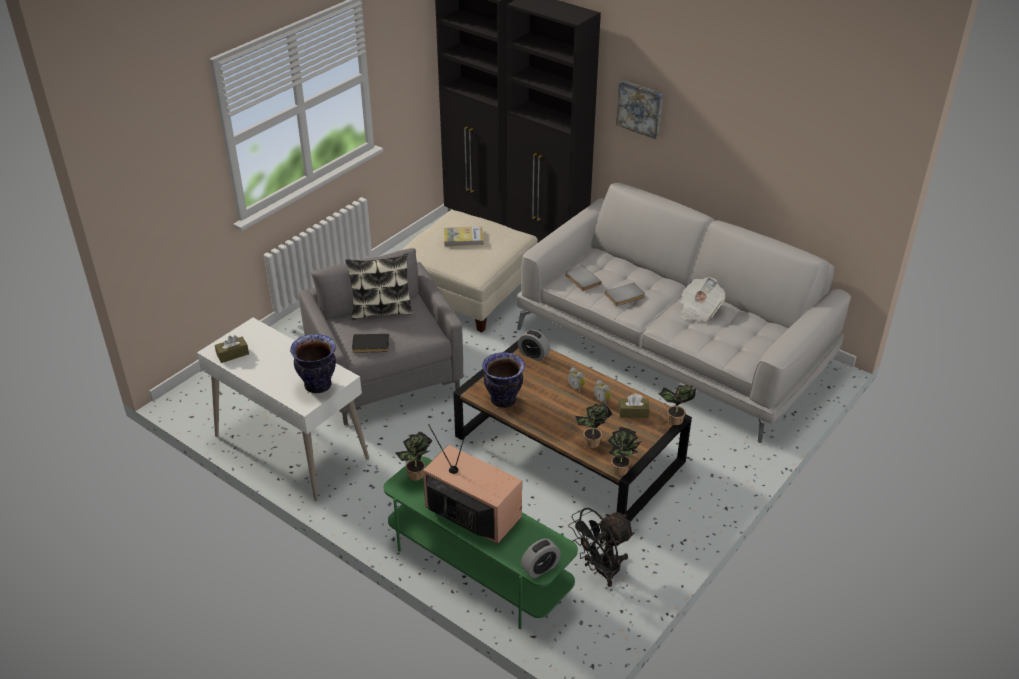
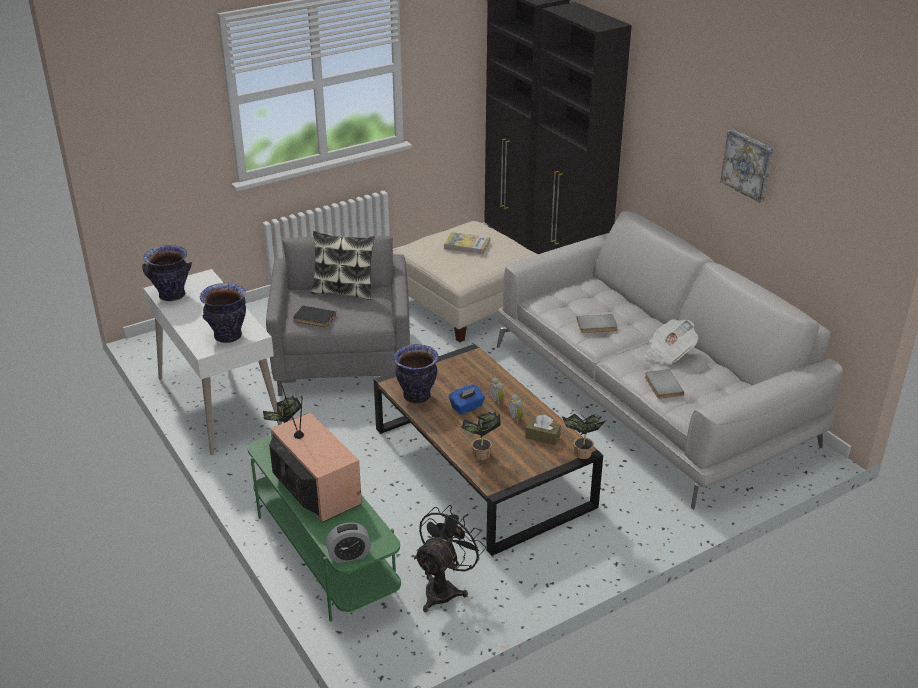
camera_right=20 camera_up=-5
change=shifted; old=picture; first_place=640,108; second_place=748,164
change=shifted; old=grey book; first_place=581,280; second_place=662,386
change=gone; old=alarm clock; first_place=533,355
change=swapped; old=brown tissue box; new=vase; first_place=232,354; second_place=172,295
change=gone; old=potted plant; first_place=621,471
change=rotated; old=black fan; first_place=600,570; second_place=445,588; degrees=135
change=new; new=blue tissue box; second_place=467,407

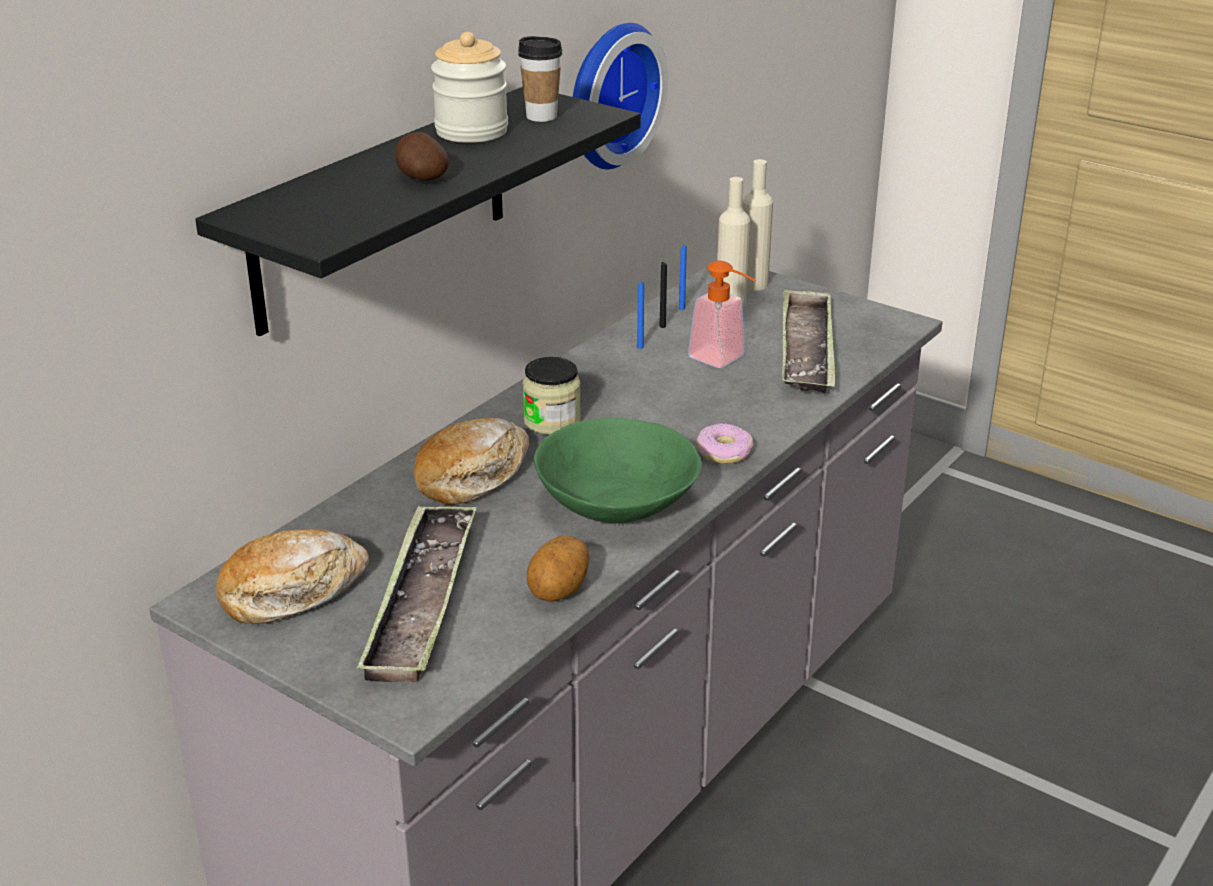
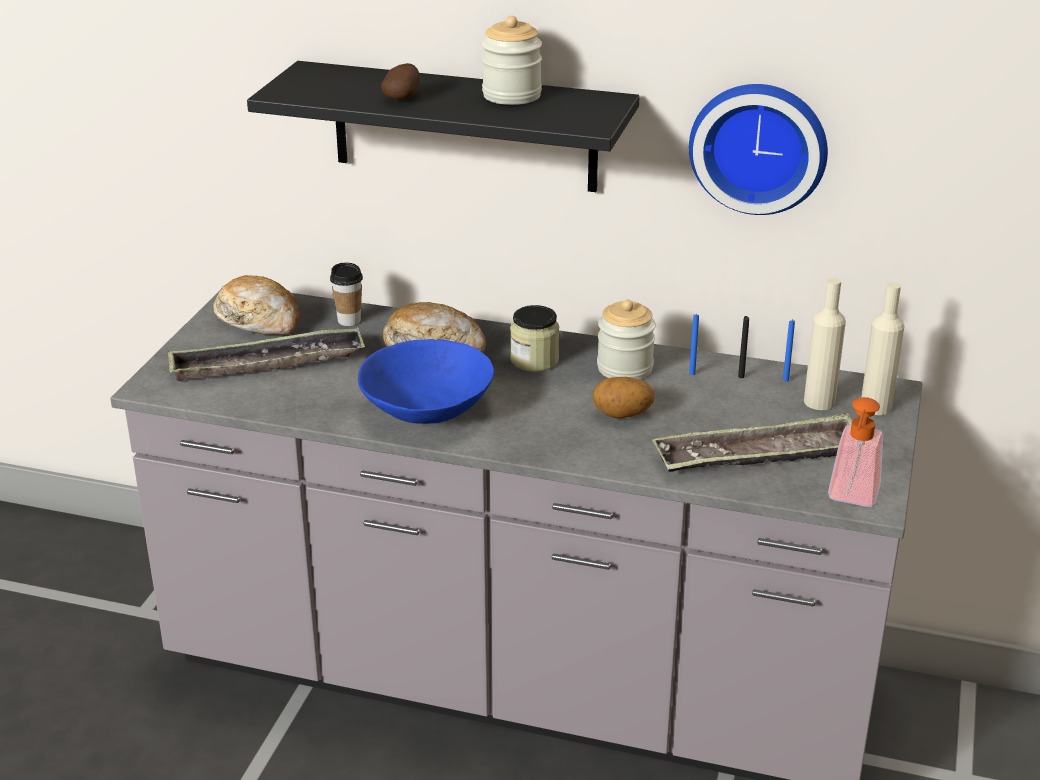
camera_right=70 camera_up=0
change=shifted; old=cup; first_place=541,116; second_place=349,320
change=shifted; old=soap dispenser; first_place=724,360; second_place=851,498
change=repainted; old=green bowl; new=blue bowl; first_place=617,504; second_place=427,410
change=gone; old=donut; first_place=724,452
change=shifted; old=potato; first_place=559,591; second_place=622,415
change=new; new=jar; second_place=624,368

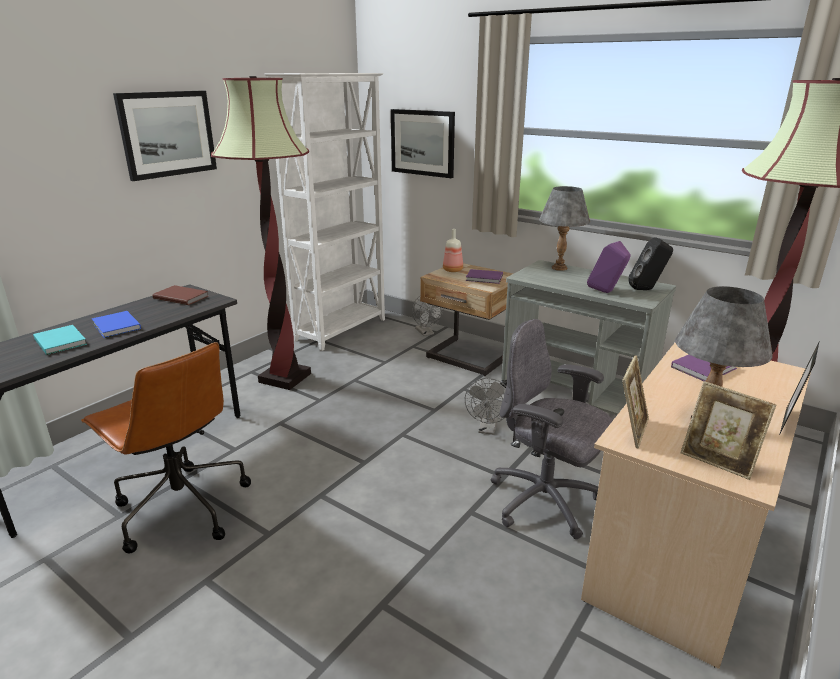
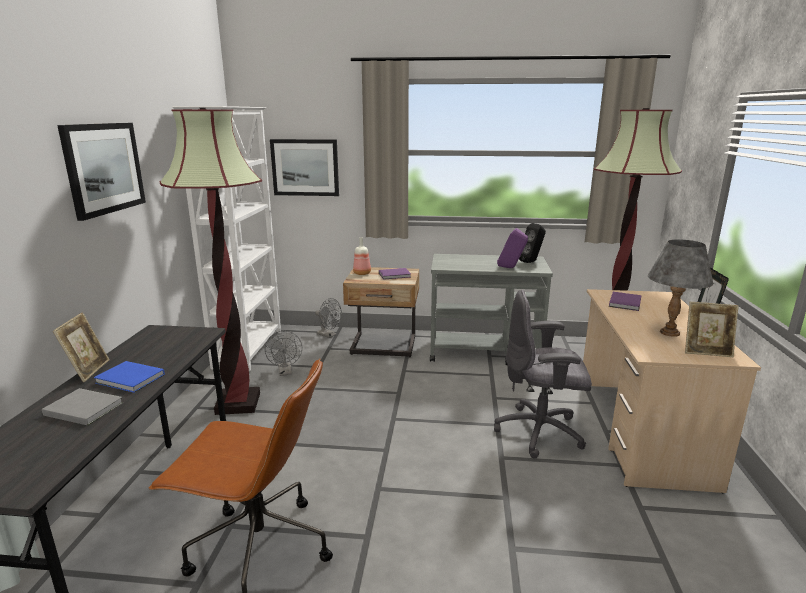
camera_right=-30 camera_up=-5
change=gone; old=grey table lamp; first_place=559,268
change=gone; old=brown book; first_place=181,297
change=repainted; old=turquoise book; new=grey book; first_place=61,341; second_place=83,408
change=shifted; old=picture frame; first_place=631,430; second_place=88,370
change=shifted; old=grey fan; first_place=487,429; second_place=285,372

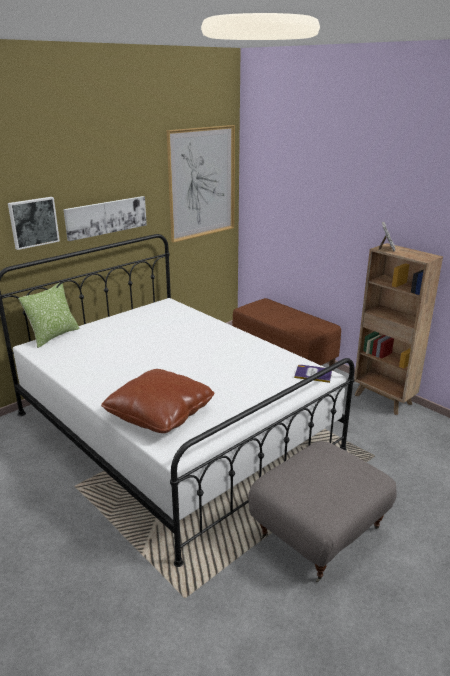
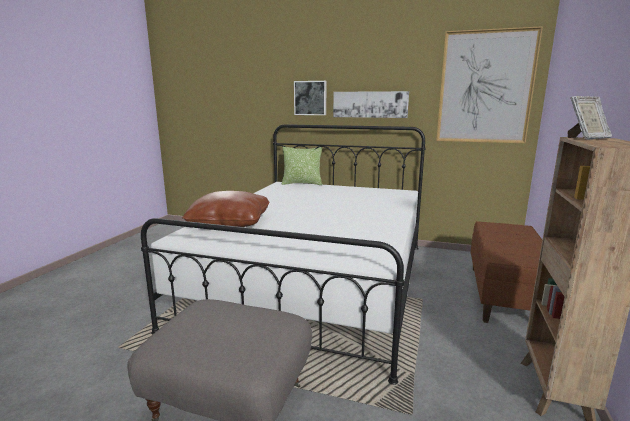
camera_right=60 camera_up=-10
change=gone; old=book; first_place=313,374

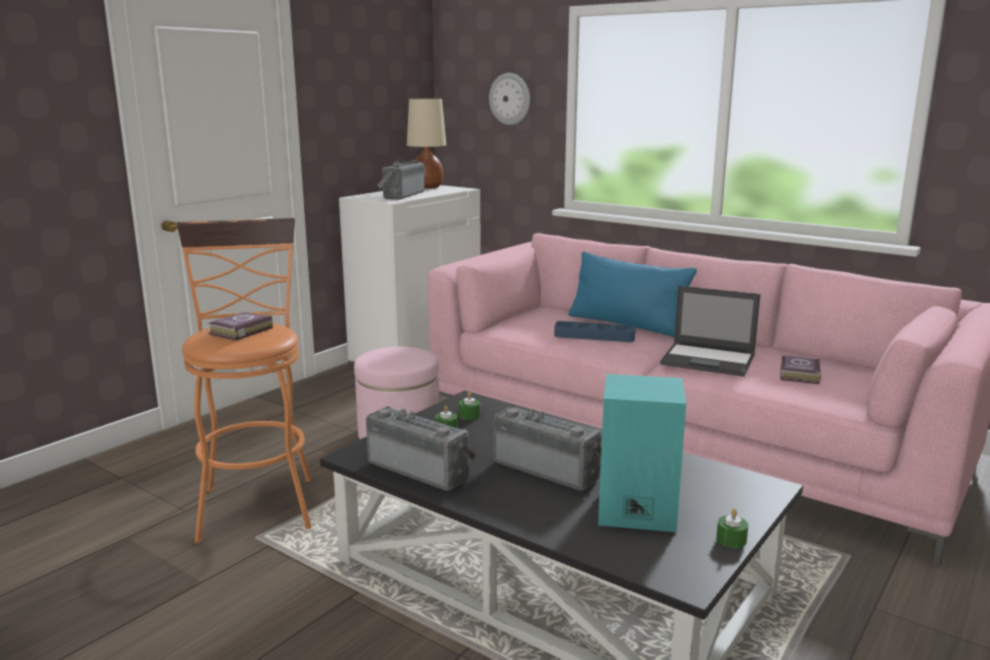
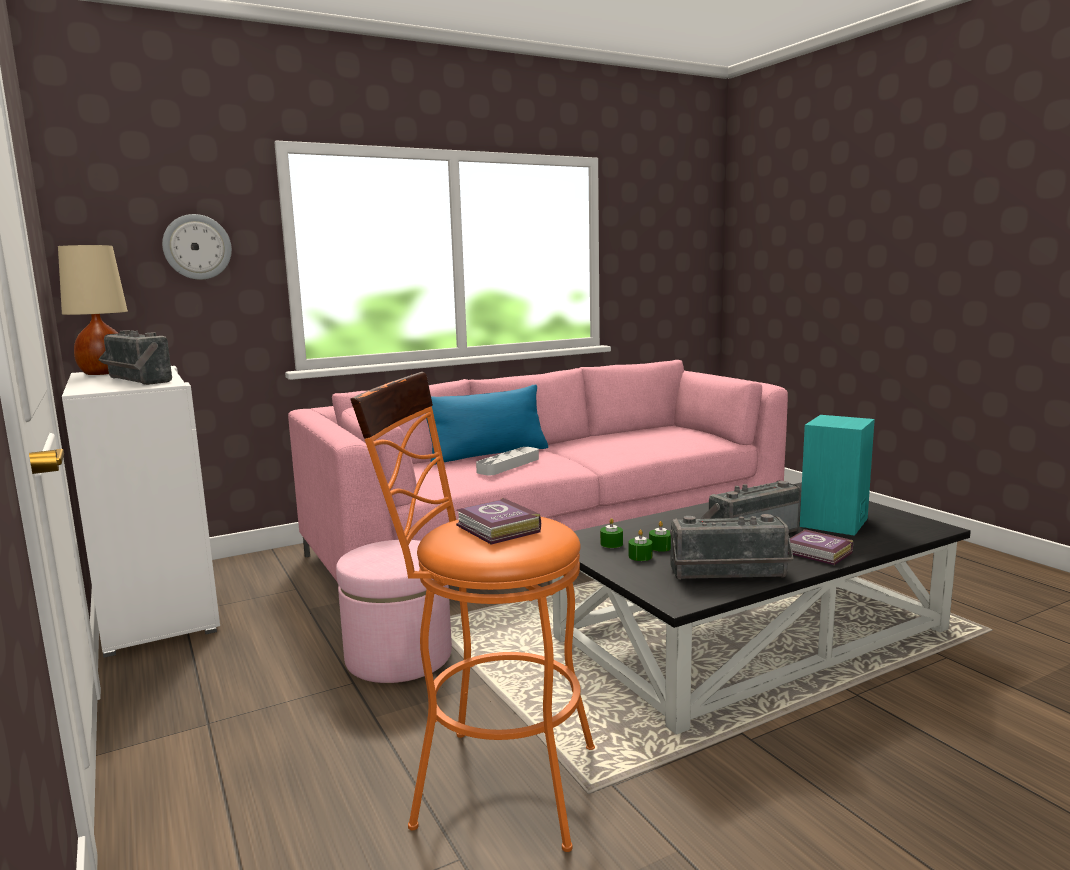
camera_right=-65 camera_up=-5
change=gone; old=laptop; first_place=709,360
change=repainted; old=blue tray; new=grey tray; first_place=594,336; second_place=508,465
change=shifted; old=book; first_place=798,374; second_place=818,553
change=rotated; old=radio; first_place=421,469; second_place=728,576; degrees=-150
change=shifted; old=green candle; first_place=731,540; second_place=660,547

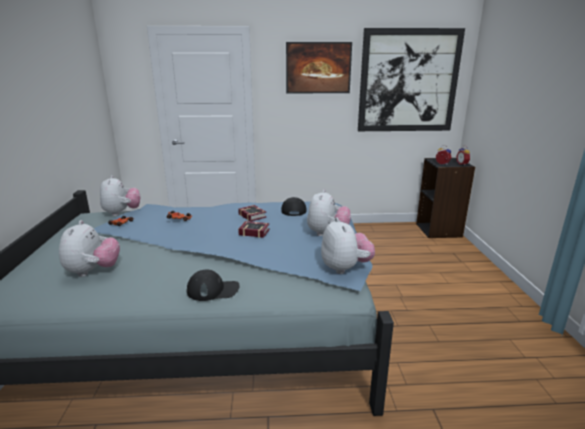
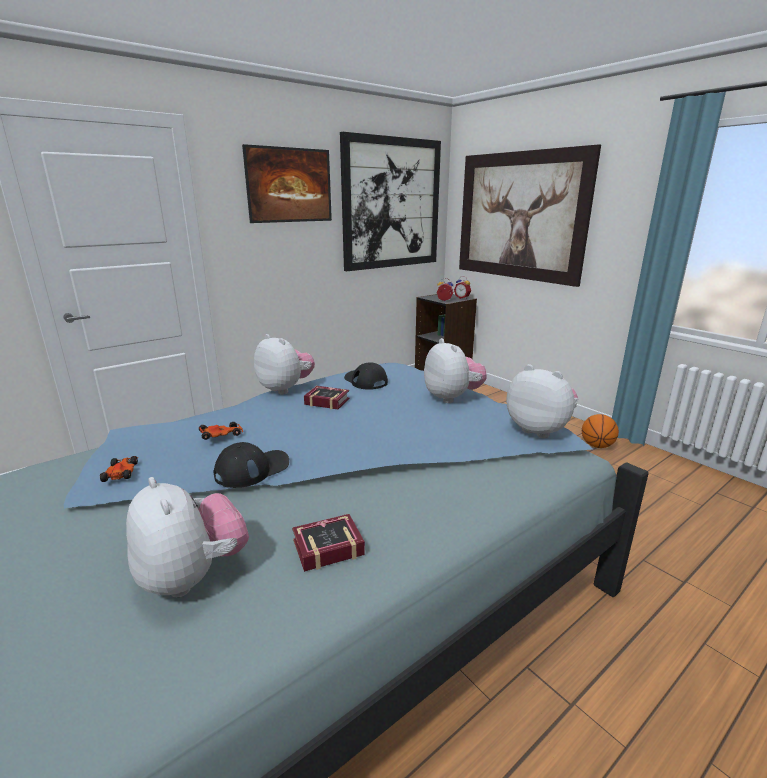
camera_right=-35 camera_up=0
change=shifted; old=plush toy; first_place=122,213; second_place=285,389
change=shifted; old=book; first_place=253,232; second_place=325,547
change=shifted; old=black cap; first_place=213,290; second_place=252,469
change=new; new=picture; second_place=520,216
change=new; new=basketball; second_place=597,446

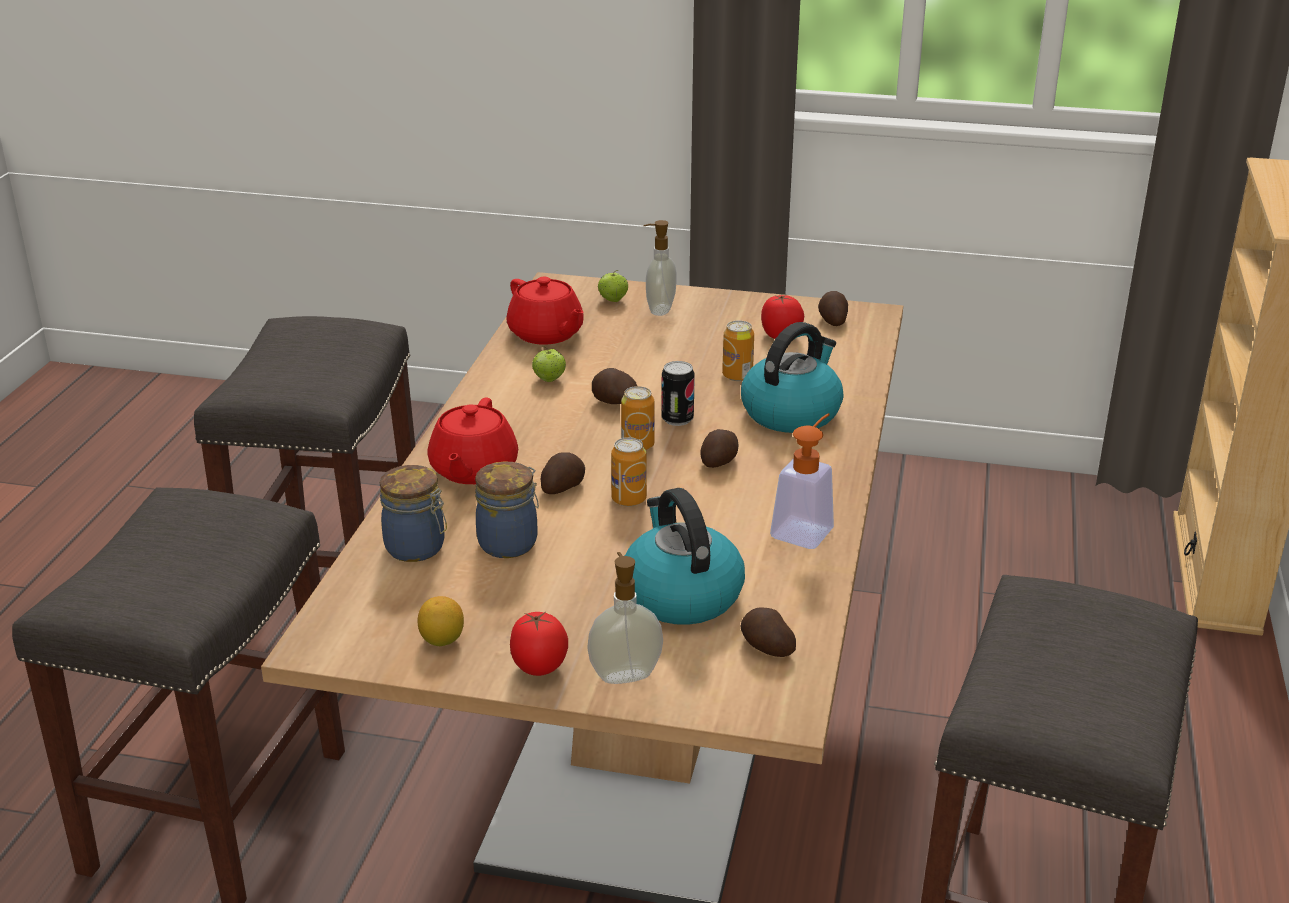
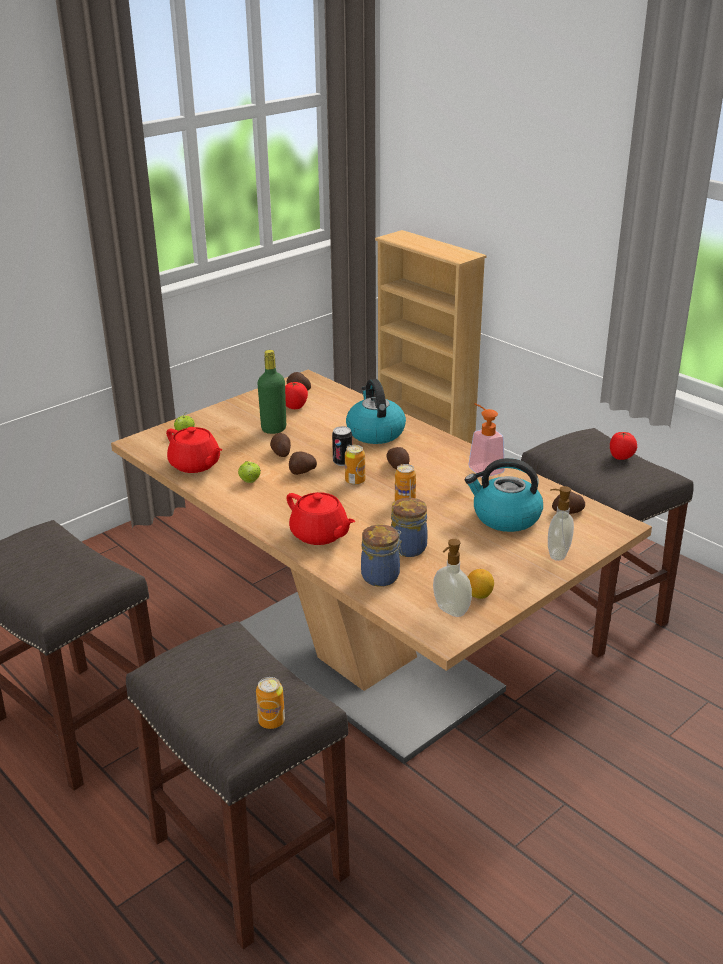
camera_right=-55 camera_up=0
change=shifted; old=soap dispenser; first_place=659,309; second_place=450,611
change=rotated; old=red teapot; first_place=546,334; second_place=195,465; degrees=45
change=shifted; old=can; first_place=737,376; second_place=271,721
change=shifted; old=potato; first_place=562,486; second_place=281,452
change=shifted; old=tomato; first_place=539,669; second_place=621,457
change=new; new=green bottle; second_place=273,429

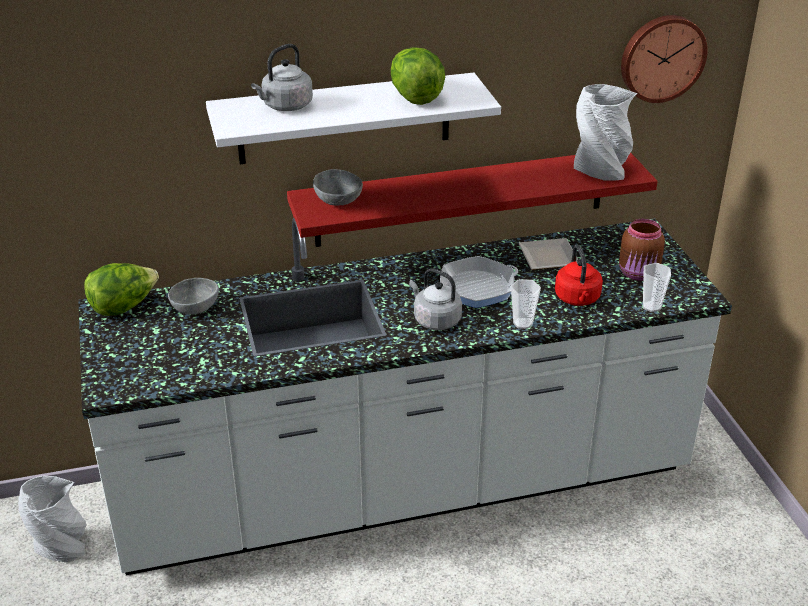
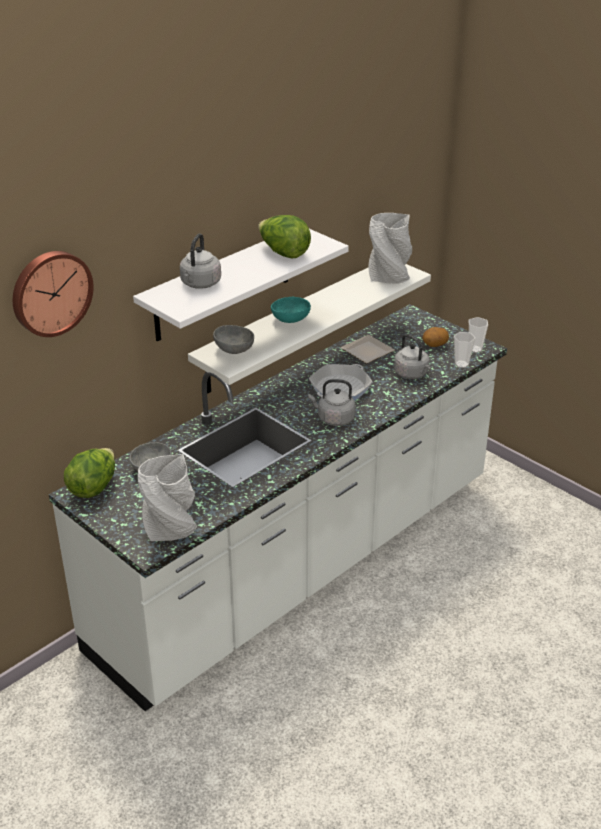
camera_right=-30 camera_up=0
change=shifted; old=wall clock; first_place=661,57; second_place=50,292
change=repainted; old=red shelf; new=white shelf; first_place=461,197; second_place=296,324
change=swapped; old=brown jar; new=potato; first_place=639,274; second_place=434,345
change=repainted; old=red kettle; new=grey kettle; first_place=577,299; second_place=412,374
change=shifted; old=cup; first_place=522,323; second_place=475,349
change=shifted; old=grey vase; first_place=62,548; second_place=171,529
change=new; new=turquoise bowl; second_place=290,319

